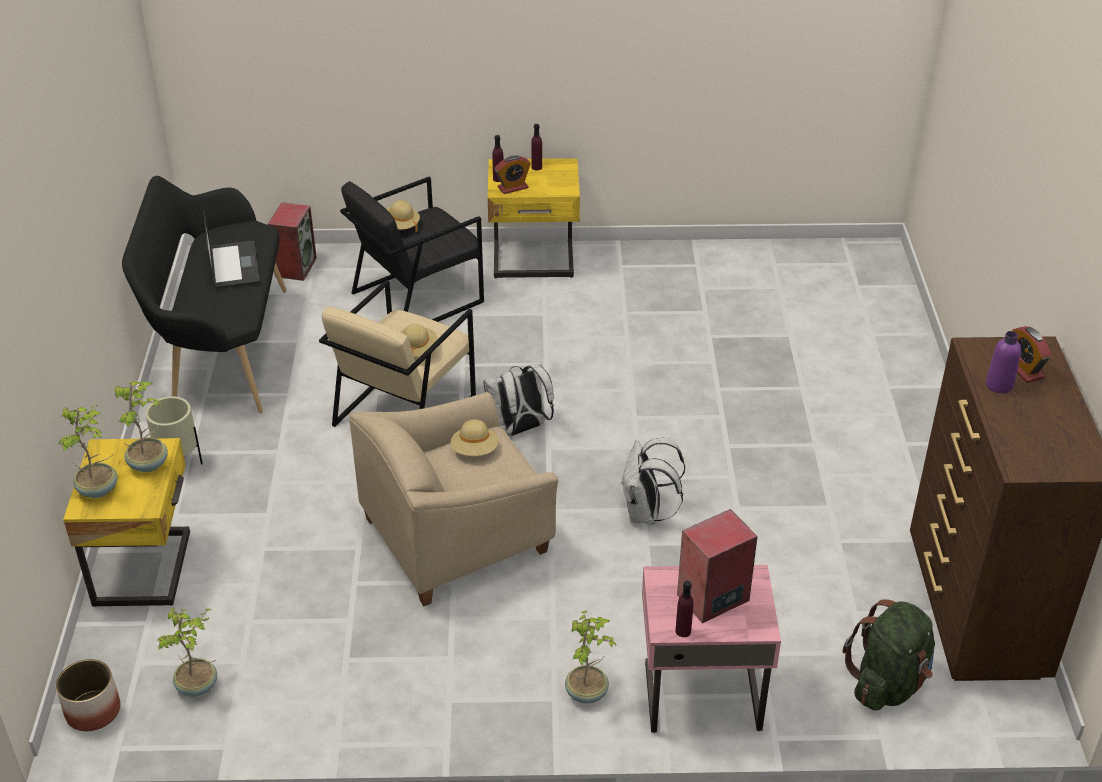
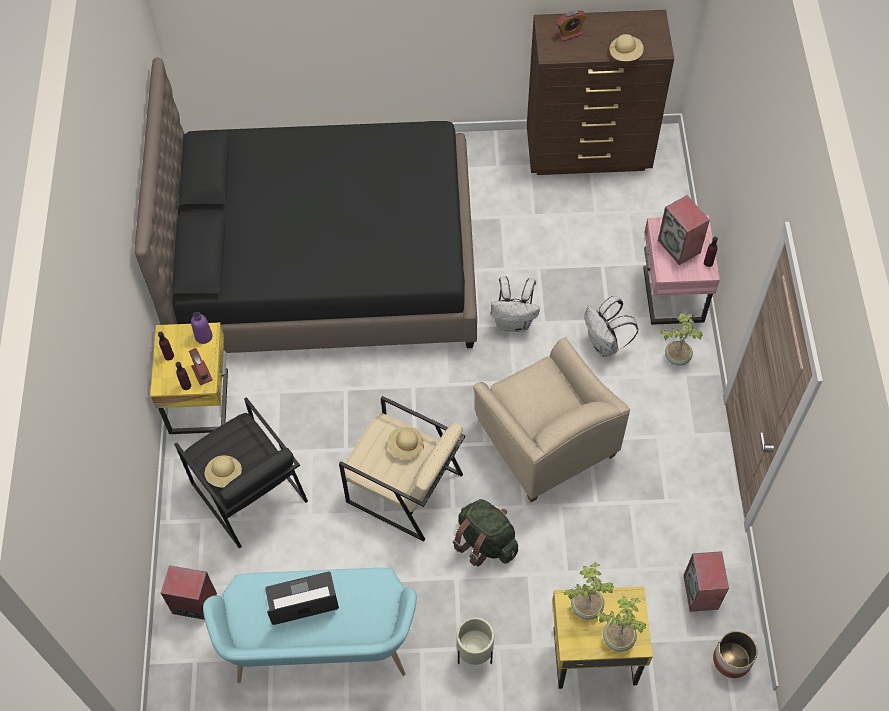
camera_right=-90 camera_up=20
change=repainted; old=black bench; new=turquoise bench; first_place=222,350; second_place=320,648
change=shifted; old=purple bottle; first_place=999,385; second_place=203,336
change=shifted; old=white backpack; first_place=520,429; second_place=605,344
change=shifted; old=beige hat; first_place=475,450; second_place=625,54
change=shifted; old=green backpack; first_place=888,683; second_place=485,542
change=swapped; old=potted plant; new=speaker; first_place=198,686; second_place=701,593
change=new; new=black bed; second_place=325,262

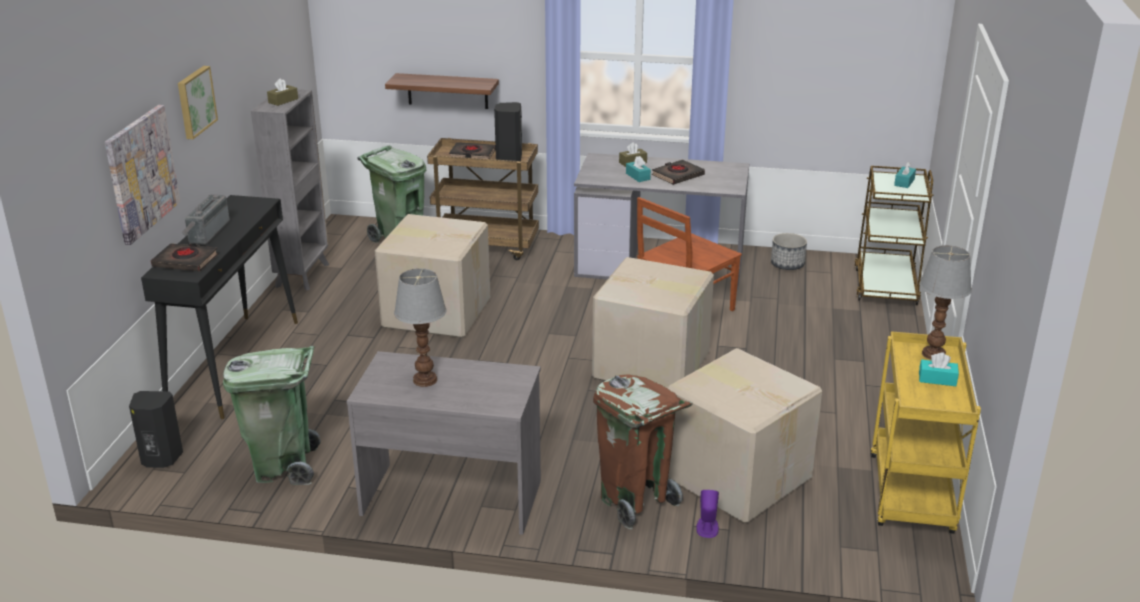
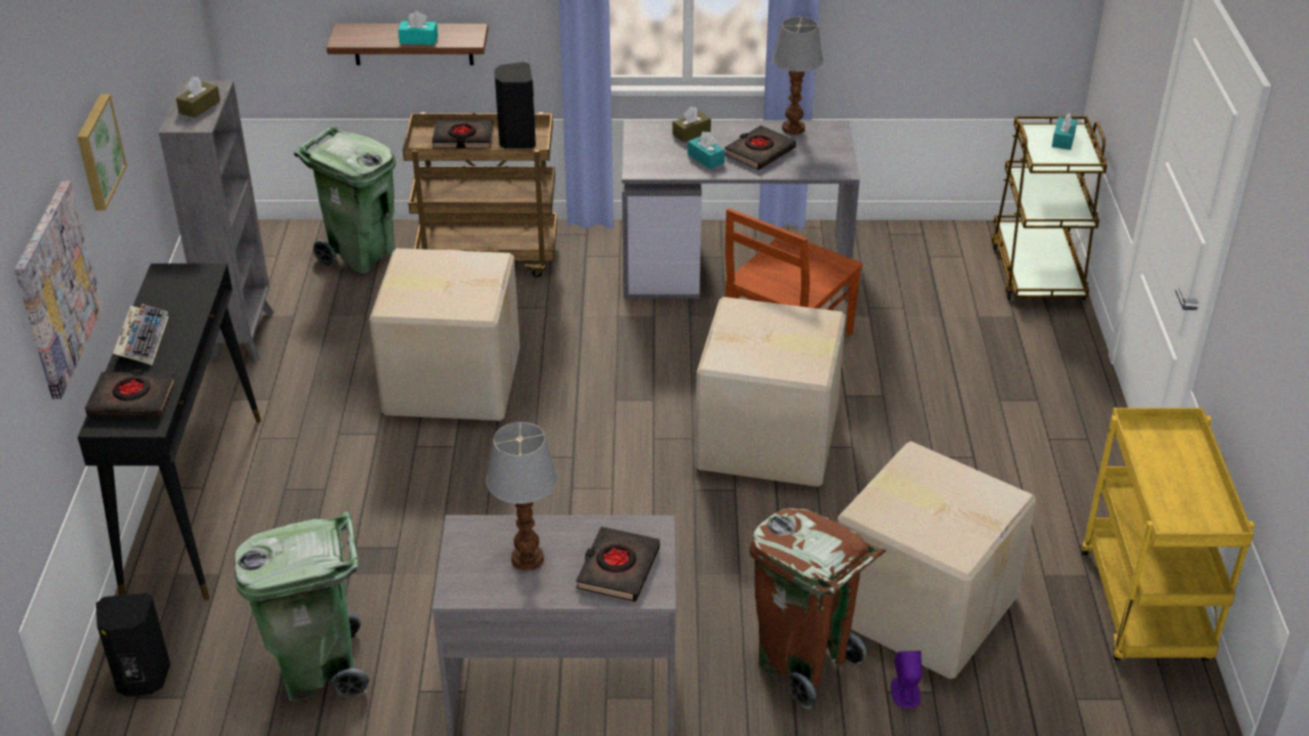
camera_right=-10 camera_up=10
change=swapped; old=radio; new=keyboard; first_place=206,232; second_place=142,340
change=gone; old=planter; first_place=787,264
change=shifted; old=table lamp; first_place=934,354; second_place=794,128
change=shifted; old=turquoise tissue box; first_place=937,379; second_place=418,40
change=new; new=black book; second_place=617,568

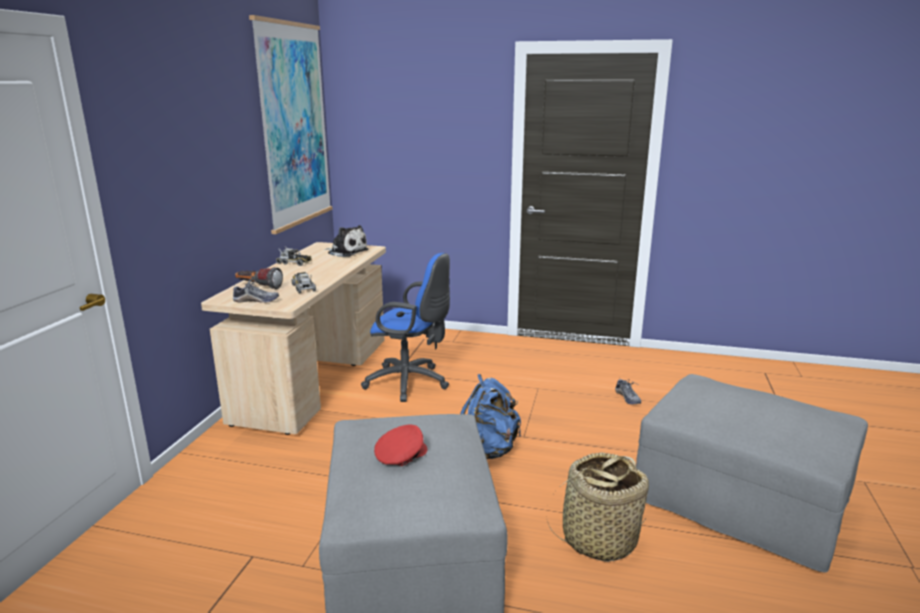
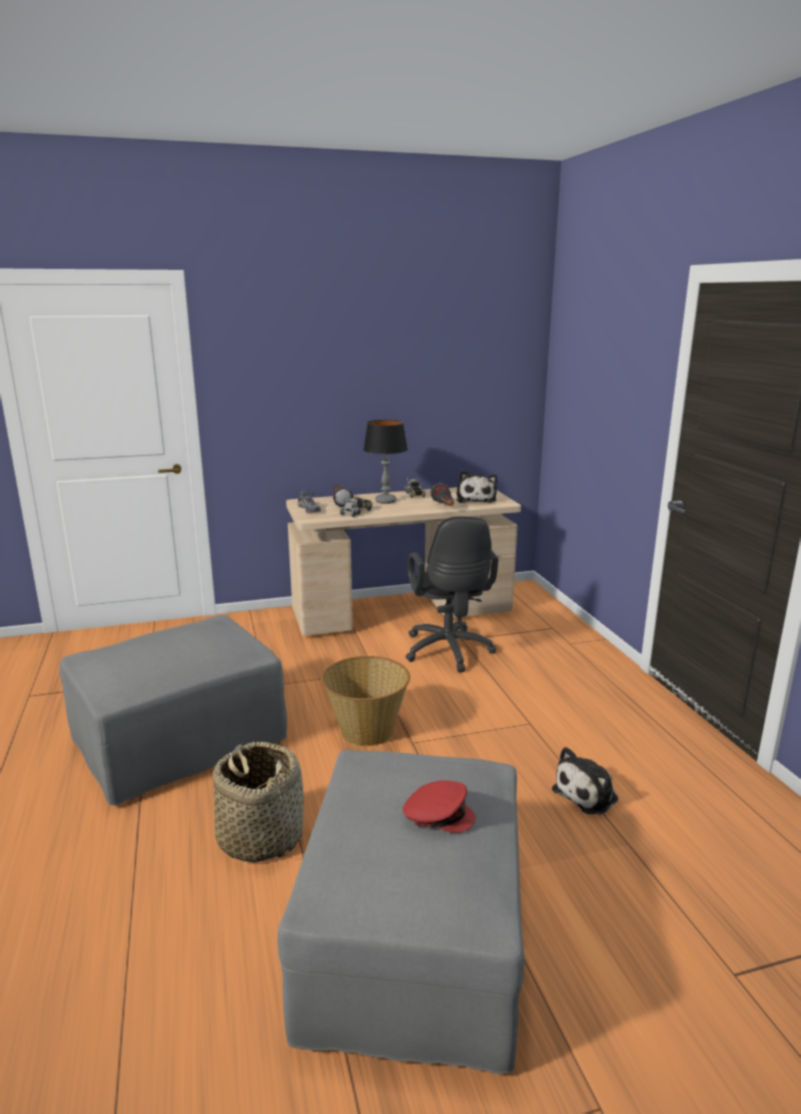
camera_right=60 camera_up=0
change=gone; old=picture; first_place=294,125
change=repainted; old=blue office chair; new=black office chair; first_place=411,383; second_place=449,652
change=swapped; old=blue backpack; new=basket; first_place=489,450; second_place=366,730
change=swapped; old=shoe; new=plush toy; first_place=627,398; second_place=588,794
change=shifted; old=red cap; first_place=400,455; second_place=438,815
change=new; new=table lamp; second_place=386,501
change=new; new=flashlight; second_place=445,507

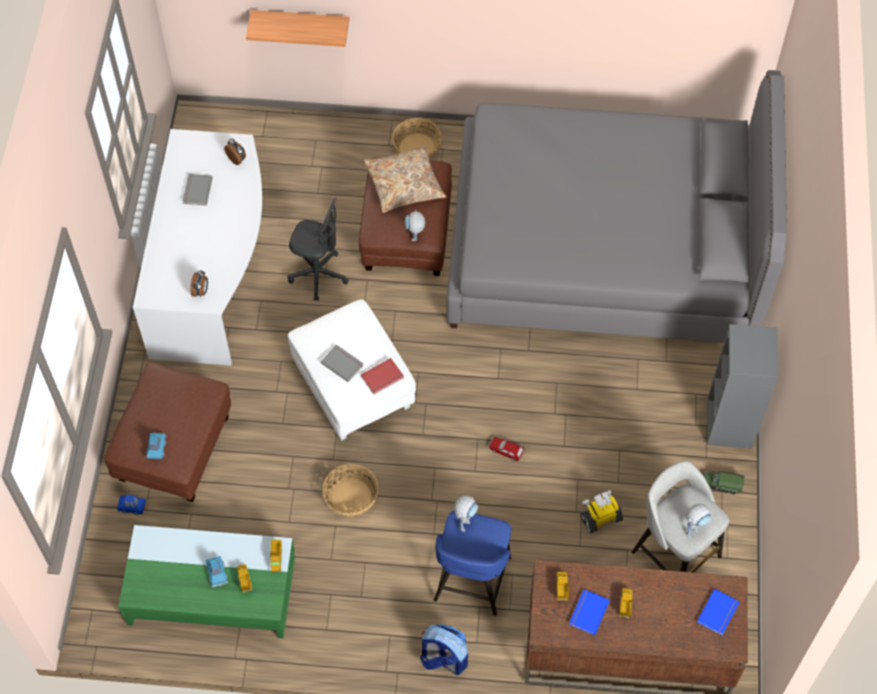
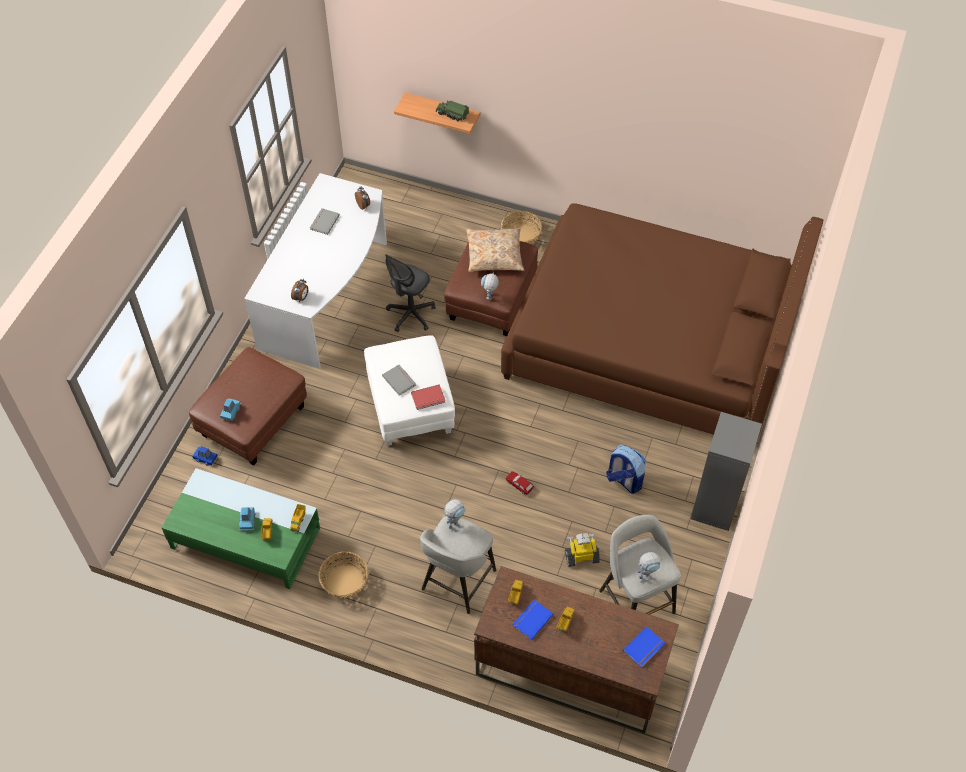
camera_right=15 camera_up=-5
change=repainted; old=grey bed; new=brown bed; first_place=604,249; second_place=650,345
change=rotated; old=grey office chair; first_place=318,274; second_place=411,315; degrees=90
change=shifted; old=basket; first_place=350,497; second_place=344,581
change=shifted; old=toy truck; first_place=721,485; second_place=452,114
change=repainted; old=blue stool; new=grey stool; first_place=471,581; second_place=457,581
change=shifted; old=backpack; first_place=443,659; second_place=624,480

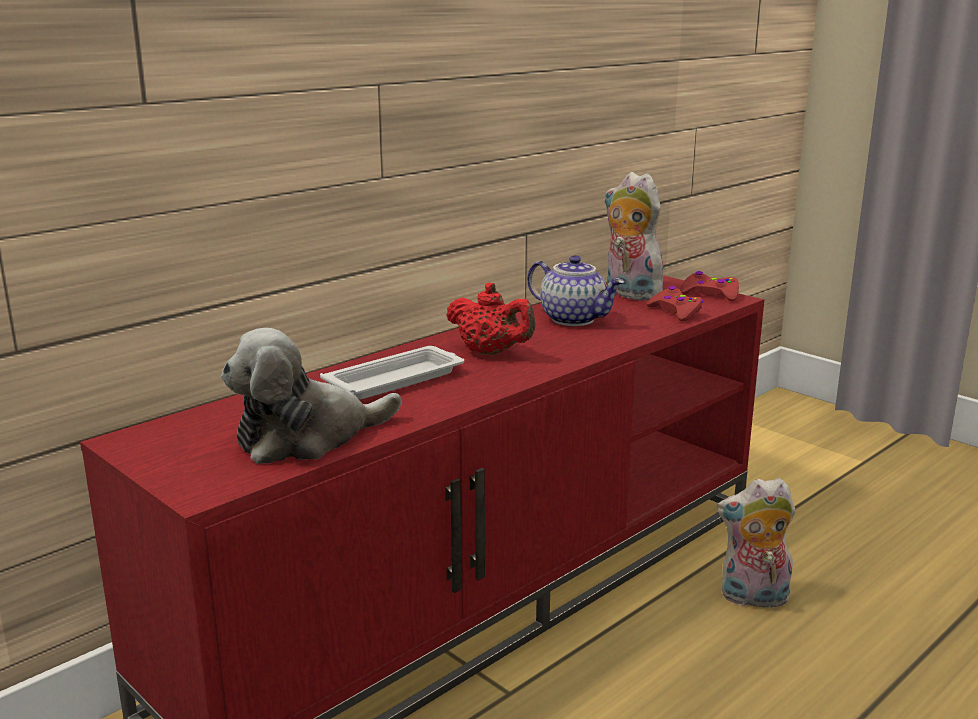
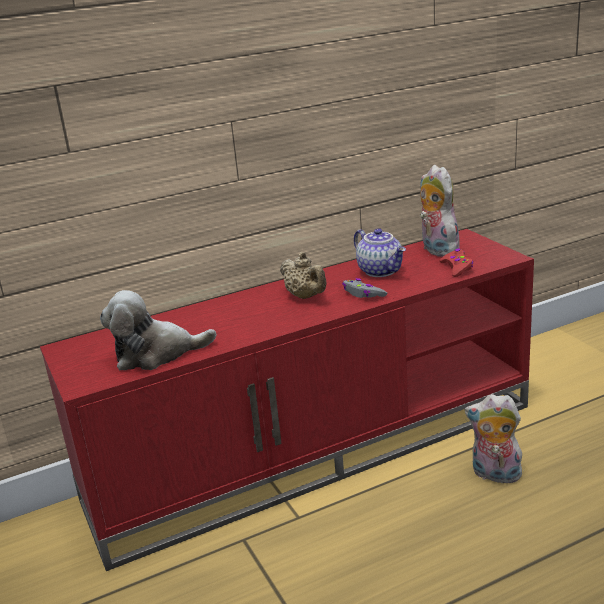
camera_right=20 camera_up=5
change=gone; old=red game controller; first_place=710,295
change=repainted; old=red teapot; new=beige teapot; first_place=491,352; second_place=306,296
change=gone; old=white tray; first_place=397,380
change=new; new=grey game controller; second_place=363,294

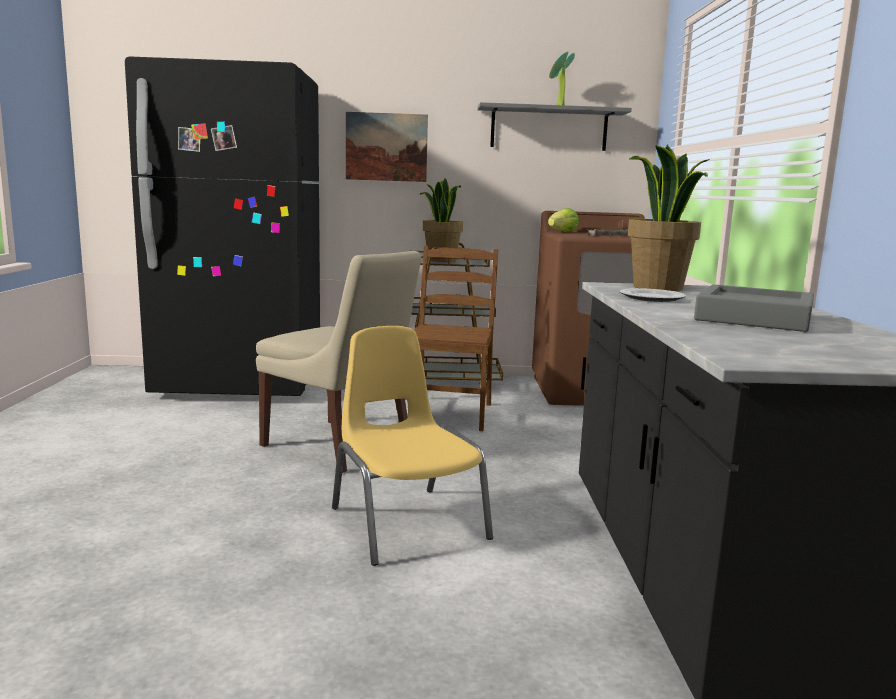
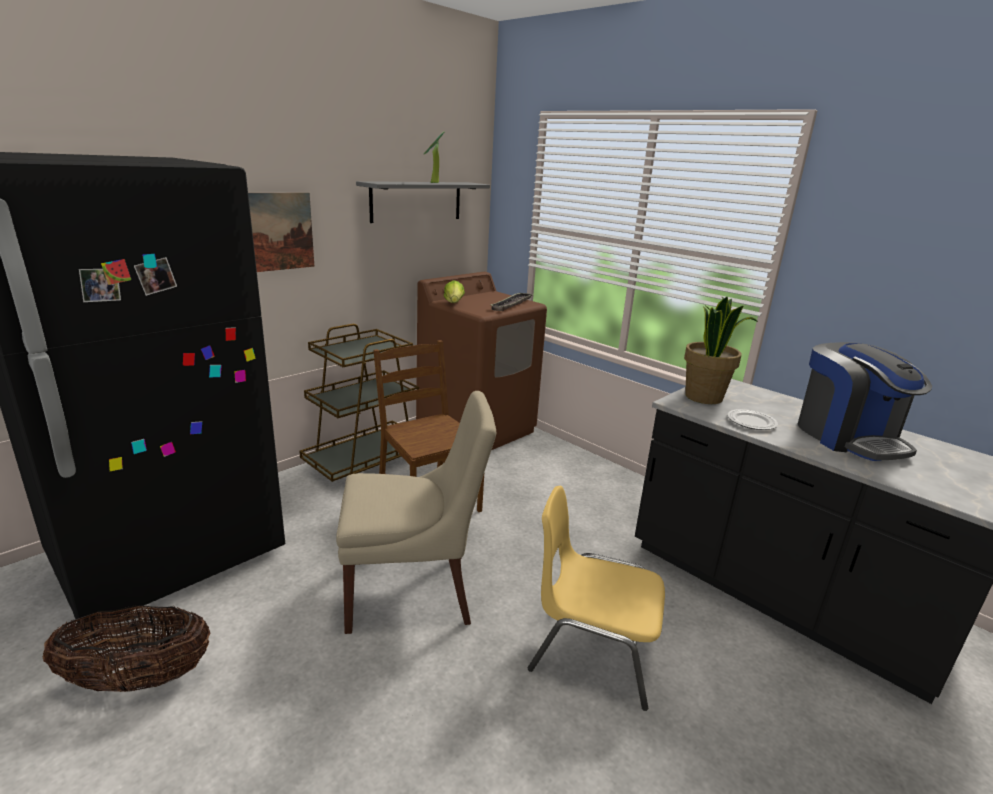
camera_right=-45 camera_up=10
change=gone; old=potted plant; first_place=441,260
change=swapped; old=grey tray; new=coffee machine; first_place=753,318; second_place=848,437
change=new; new=basket; second_place=138,679

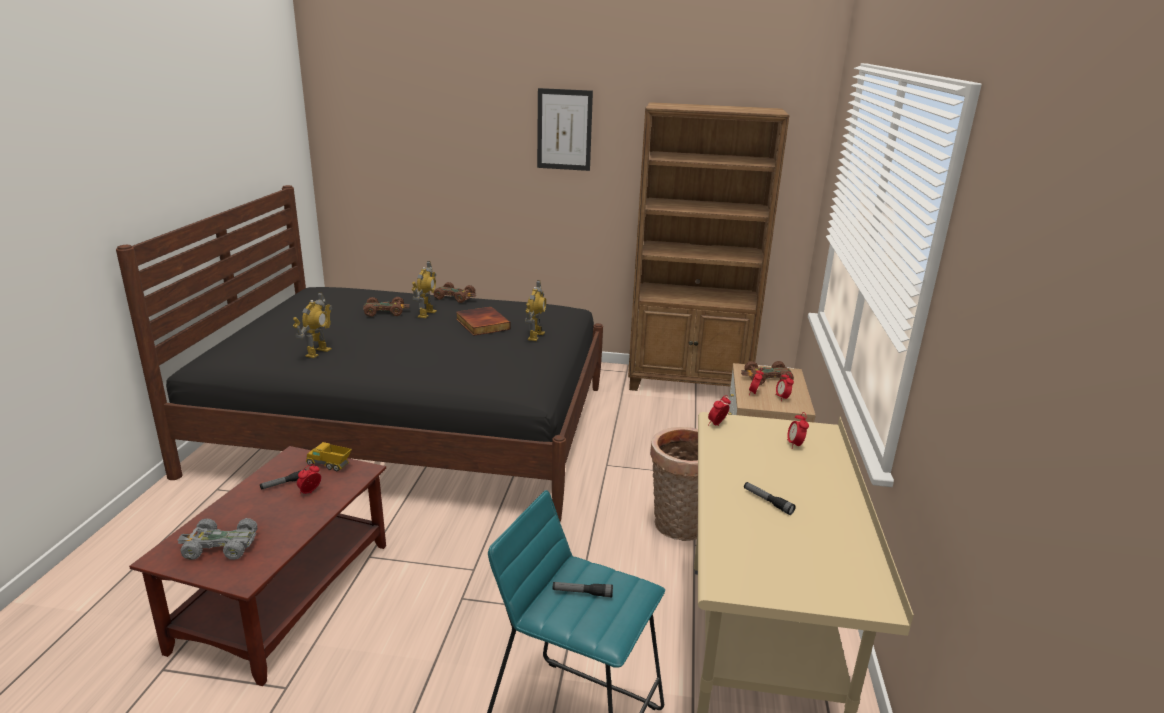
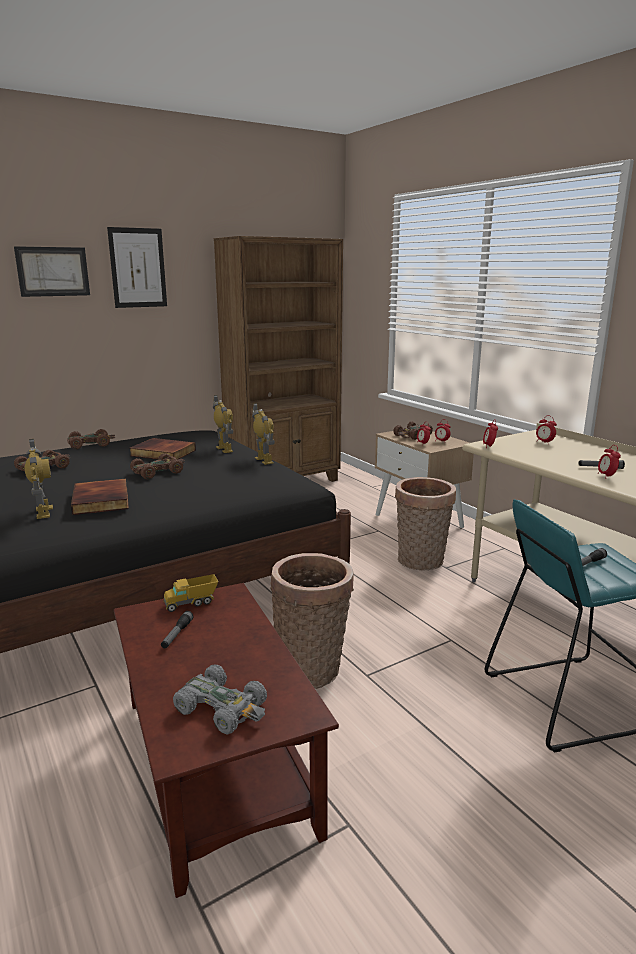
camera_right=-40 camera_up=-5
change=shifted; old=toy robot; first_place=426,314; second_place=264,460
change=shifted; old=alarm clock; first_place=310,492; second_place=606,476
change=rotated; old=grey toy car; first_place=220,546; second_place=222,708; degrees=-105
change=new; new=picture; second_place=53,271
change=new; new=brown toy car; second_place=158,472
change=new; new=book; second_place=102,500
change=new; new=basket; second_place=312,669

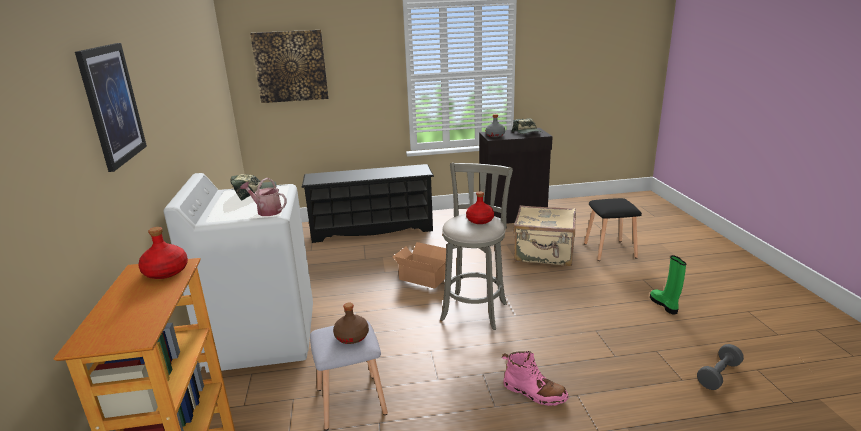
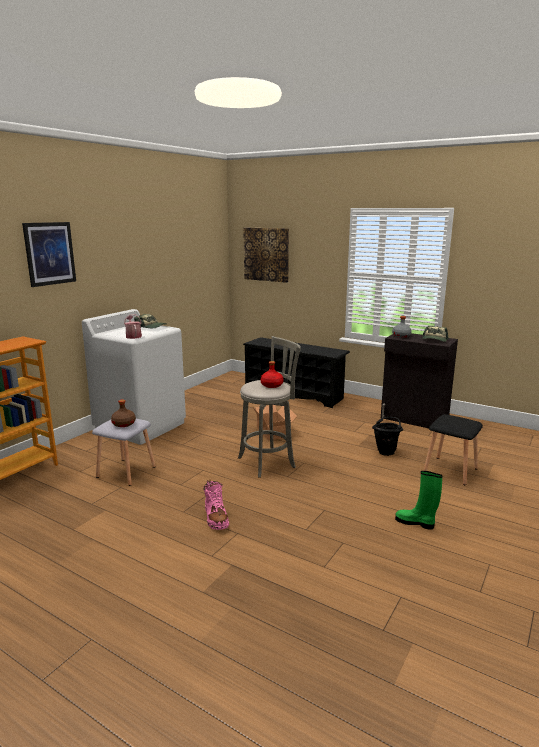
camera_right=40 camera_up=-5
change=swapped; old=beige suitcase; new=black bucket; first_place=544,254; second_place=386,451
change=gone; old=red bottle; first_place=166,272
change=rotated; old=green boot; first_place=664,305; second_place=415,523; degrees=-90
change=gone; old=grey dumbbell; first_place=718,375

